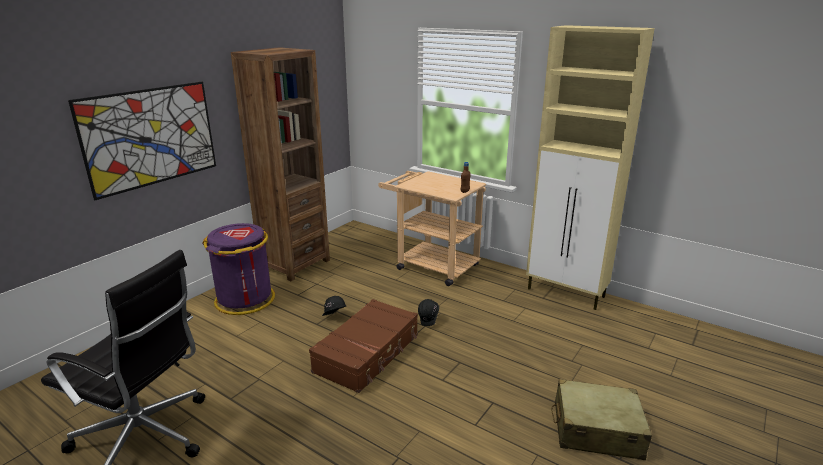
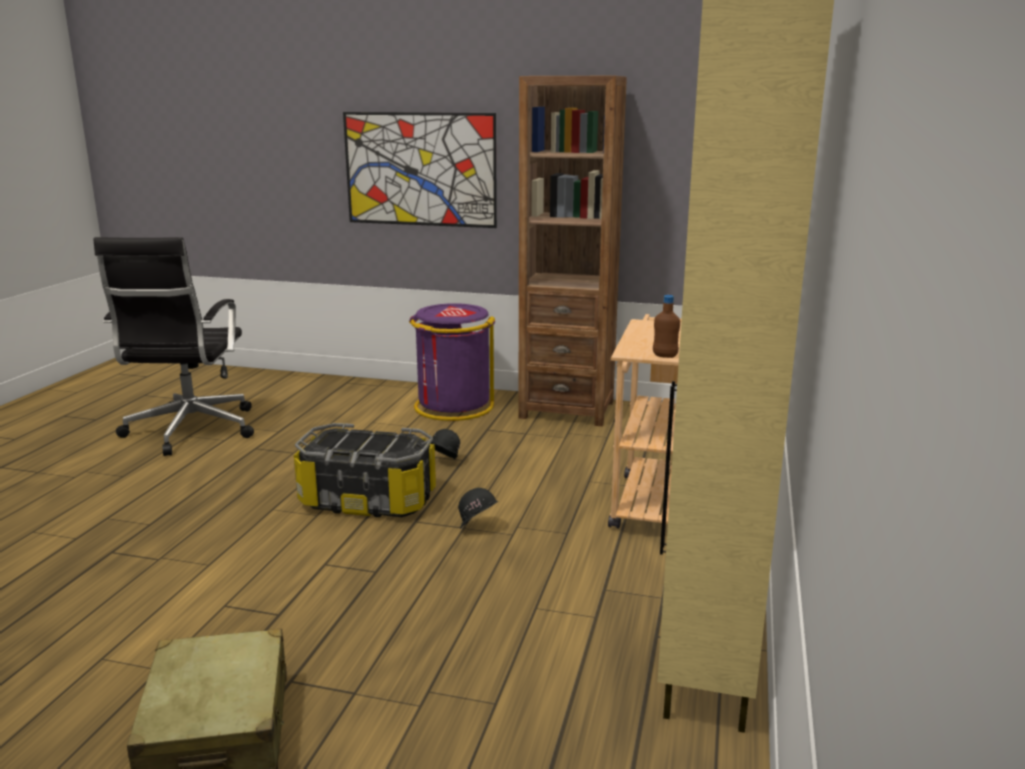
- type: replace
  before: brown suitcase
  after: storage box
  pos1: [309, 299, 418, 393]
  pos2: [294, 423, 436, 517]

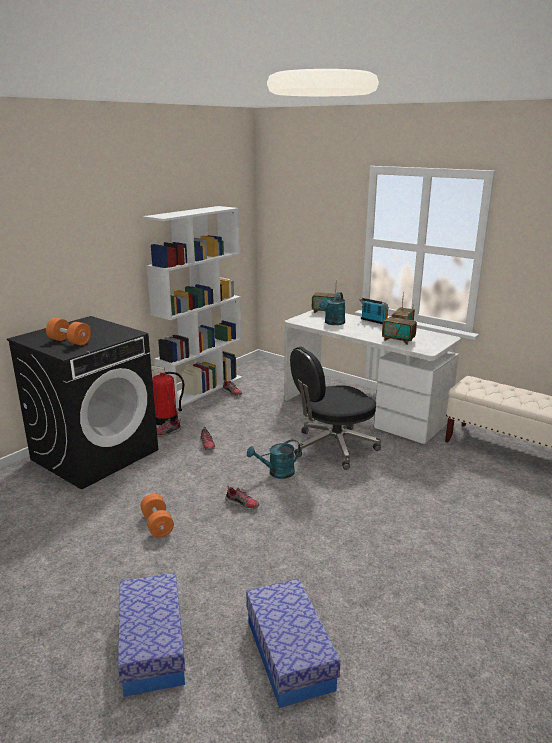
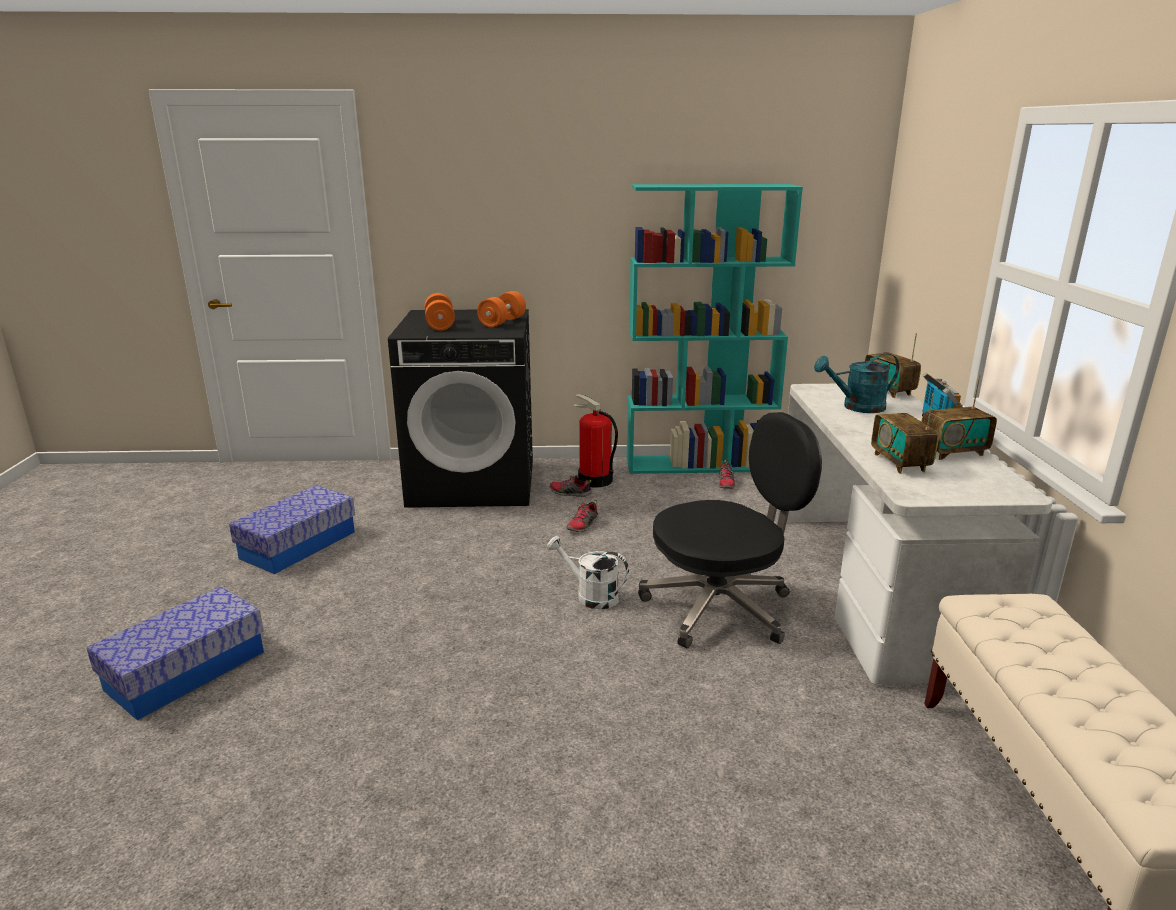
- type: delete
  before: shoe
  pos1: [225, 486, 260, 510]
- type: move
  before: orange dumbbell
  pos1: [140, 494, 174, 537]
  pos2: [477, 291, 526, 327]
- type: move
  before: storage box
  pos1: [246, 579, 341, 708]
  pos2: [229, 485, 355, 574]
- type: recolor
  before: white bookcase
  after: turquoise bookcase
  pos1: [142, 206, 243, 409]
  pos2: [626, 184, 803, 474]
- type: recolor
  before: turquoise watering can
  after: white watering can
  pos1: [247, 439, 301, 479]
  pos2: [547, 536, 629, 609]
- type: rotate
  before: black office chair
  pos1: [290, 347, 381, 470]
  pos2: [638, 412, 822, 648]
  turn: 135

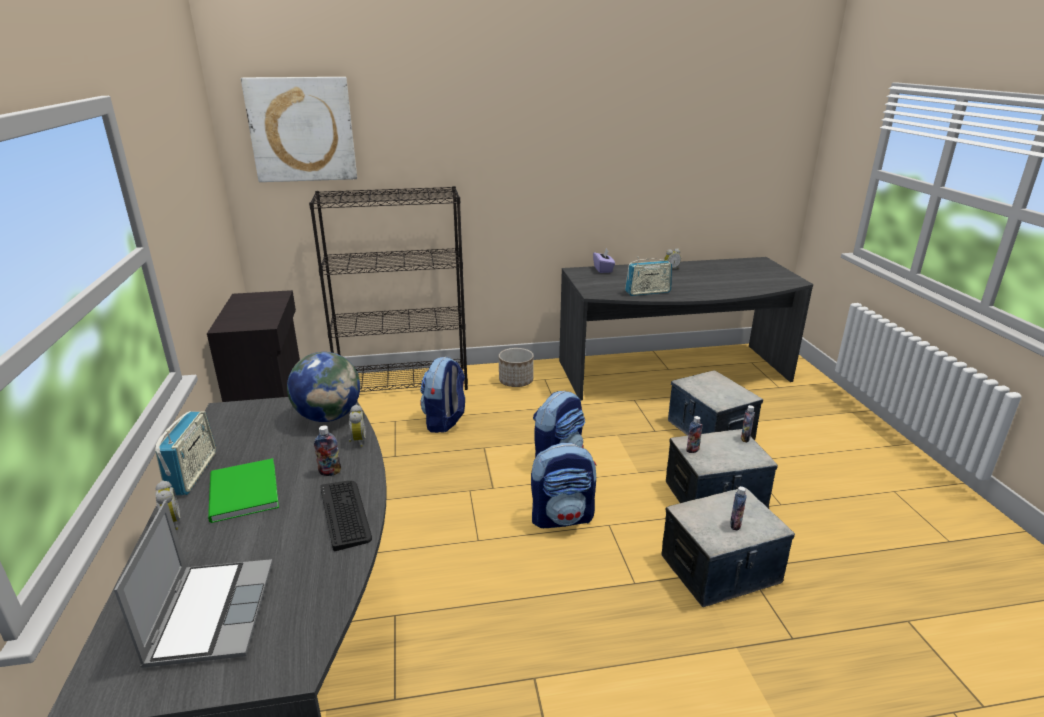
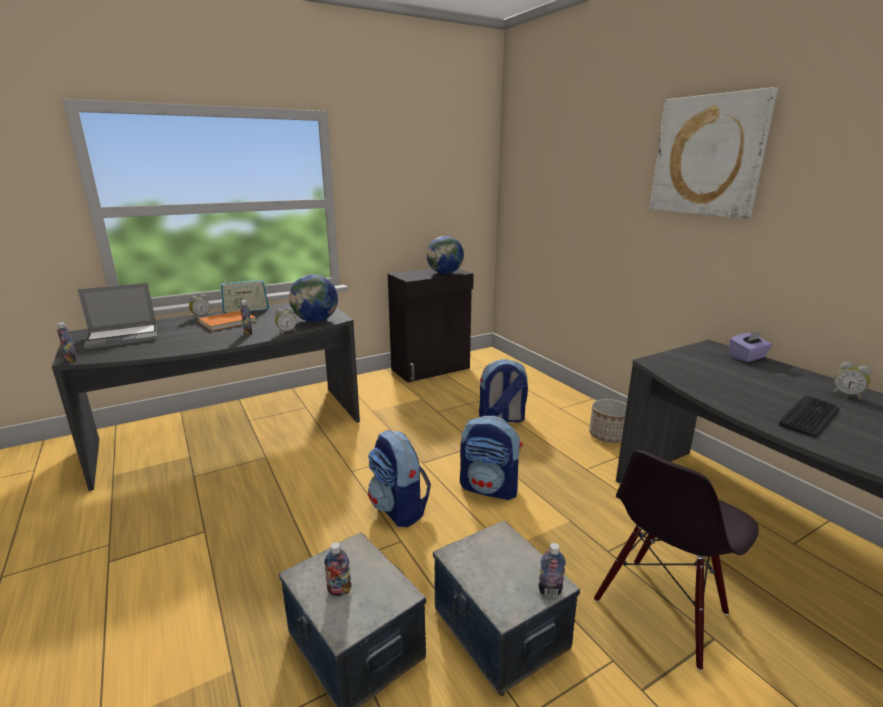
- type: delete
  before: black bookcase
  pos1: [309, 186, 468, 392]
- type: delete
  before: radio
  pos1: [625, 257, 672, 296]
- type: insert
  after: globe
  pos2: [427, 236, 464, 274]
- type: move
  before: picture
  pos1: [241, 77, 357, 182]
  pos2: [650, 87, 778, 219]
- type: move
  before: keyboard
  pos1: [320, 481, 372, 551]
  pos2: [779, 395, 839, 437]
- type: move
  before: bottle
  pos1: [686, 416, 703, 453]
  pos2: [57, 322, 77, 362]
- type: replace
  before: storage box
  after: black chair
  pos1: [668, 370, 763, 440]
  pos2: [594, 450, 759, 671]
- type: recolor
  before: green book
  after: orange book
  pos1: [208, 458, 279, 523]
  pos2: [199, 311, 257, 331]

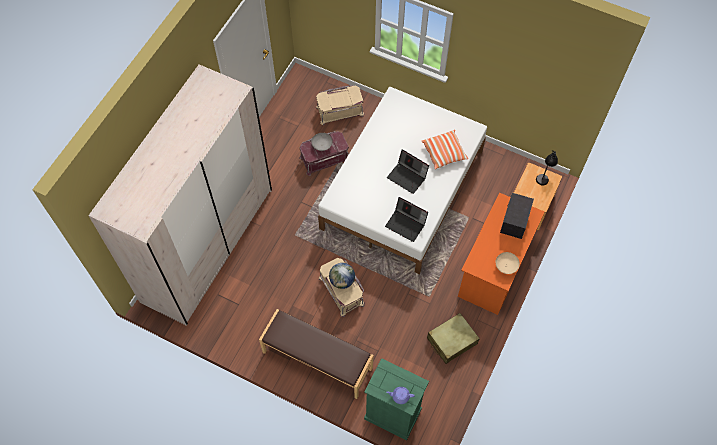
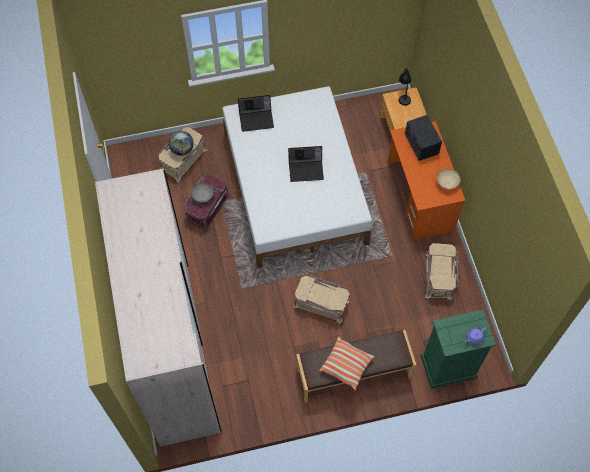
- type: move
  before: globe
  pos1: [329, 263, 355, 289]
  pos2: [169, 131, 194, 156]
- type: move
  before: laptop
  pos1: [385, 197, 428, 242]
  pos2: [238, 95, 274, 132]
- type: move
  before: pillow
  pos1: [421, 130, 468, 169]
  pos2: [319, 336, 375, 390]
- type: replace
  before: beige suitcase
  after: beige storage box
  pos1: [427, 313, 480, 364]
  pos2: [425, 243, 459, 302]

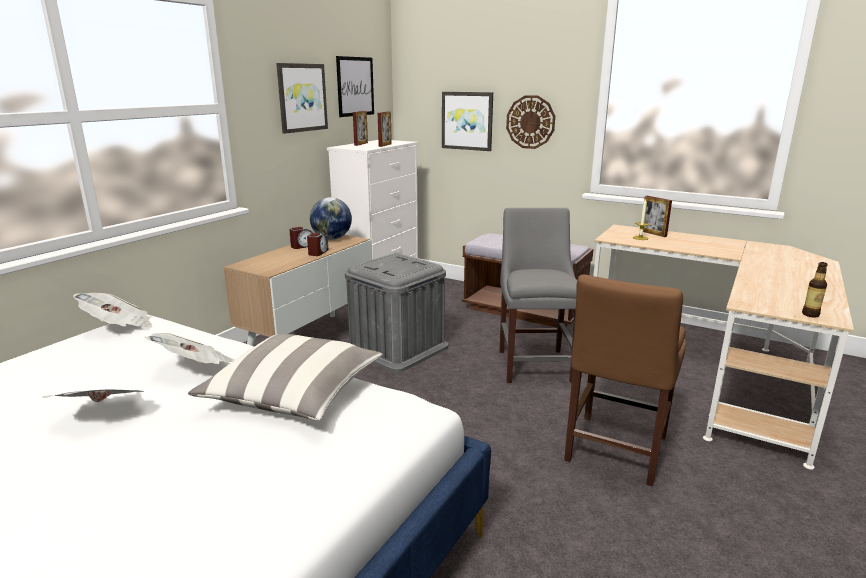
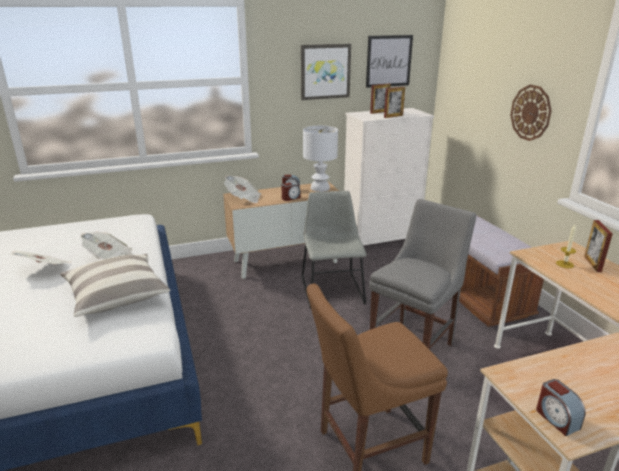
- type: delete
  before: picture
  pos1: [442, 92, 493, 151]
- type: move
  before: newspaper
  pos1: [73, 293, 152, 328]
  pos2: [224, 175, 261, 203]
- type: replace
  before: globe
  after: white table lamp
  pos1: [310, 197, 352, 240]
  pos2: [303, 126, 338, 192]
- type: replace
  before: grey storage box
  after: grey chair
  pos1: [345, 253, 448, 372]
  pos2: [301, 191, 367, 309]
- type: replace
  before: bottle
  after: alarm clock
  pos1: [802, 262, 828, 317]
  pos2: [536, 379, 586, 436]

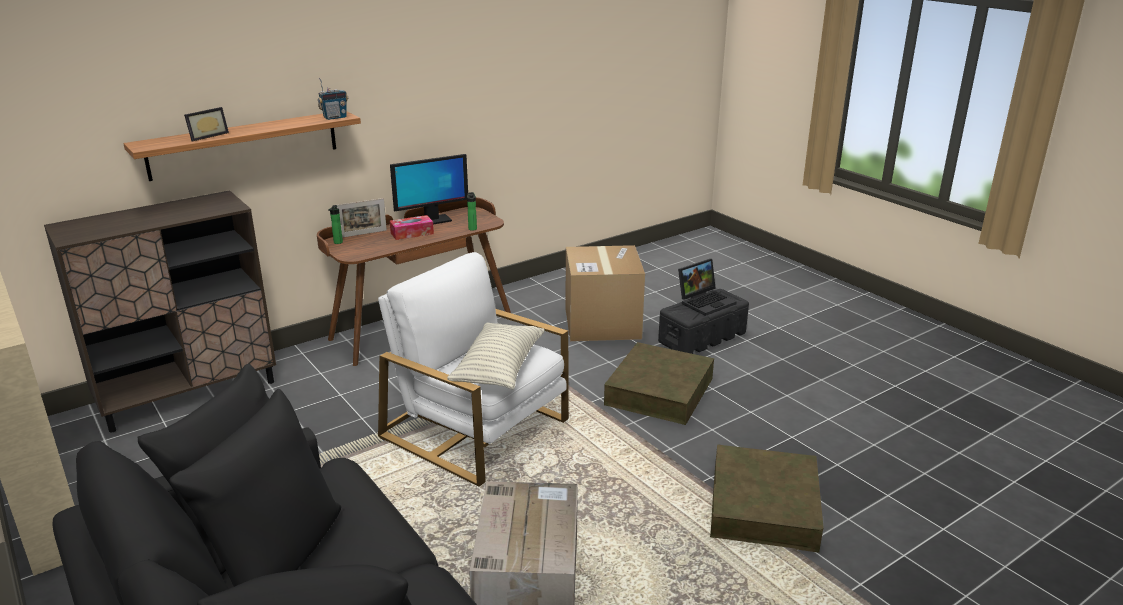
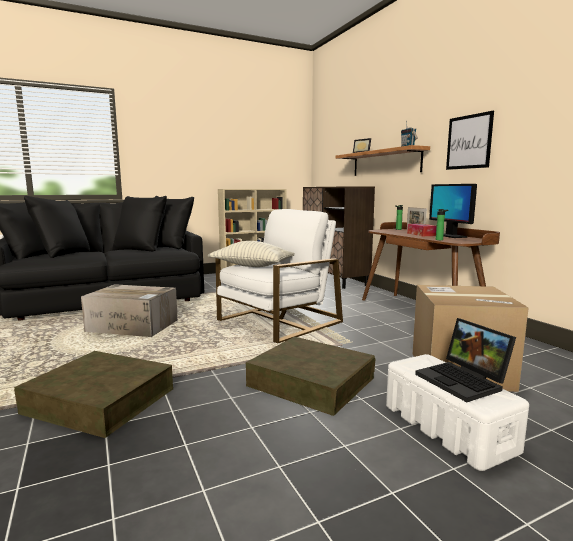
- type: insert
  after: picture
  pos2: [446, 111, 494, 170]
- type: recolor
  before: black storage box
  after: white storage box
  pos1: [658, 289, 749, 354]
  pos2: [386, 354, 529, 471]

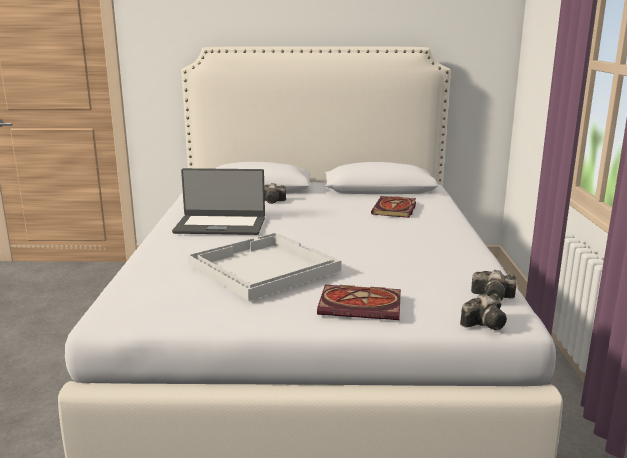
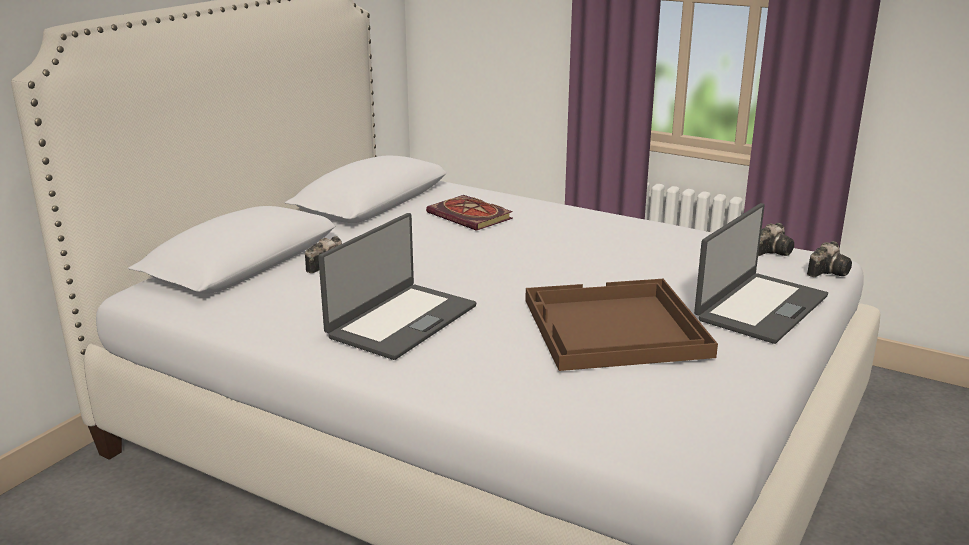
- type: replace
  before: book
  after: laptop
  pos1: [317, 285, 401, 320]
  pos2: [694, 203, 828, 344]
- type: recolor
  before: white tray
  after: brown tray
  pos1: [188, 233, 341, 301]
  pos2: [525, 279, 718, 371]
- type: rotate
  before: photo camera
  pos1: [460, 293, 507, 330]
  pos2: [807, 241, 852, 277]
  turn: 45

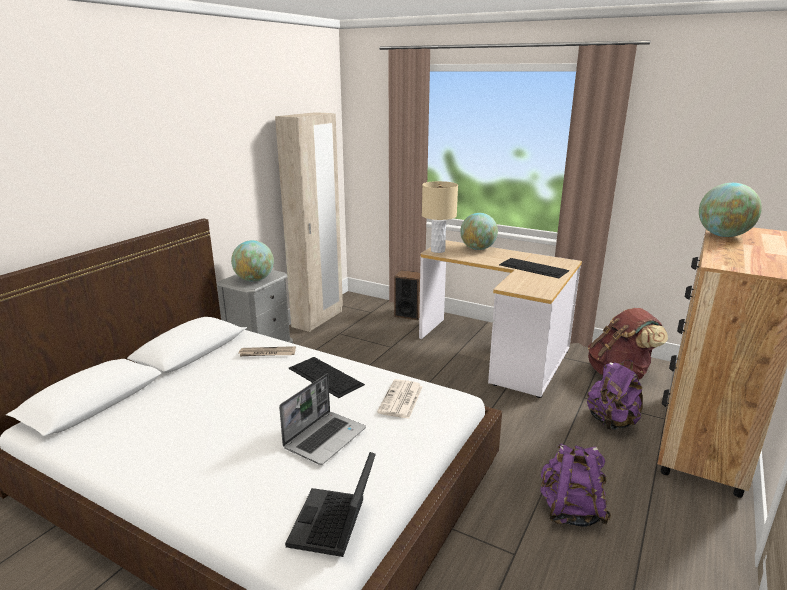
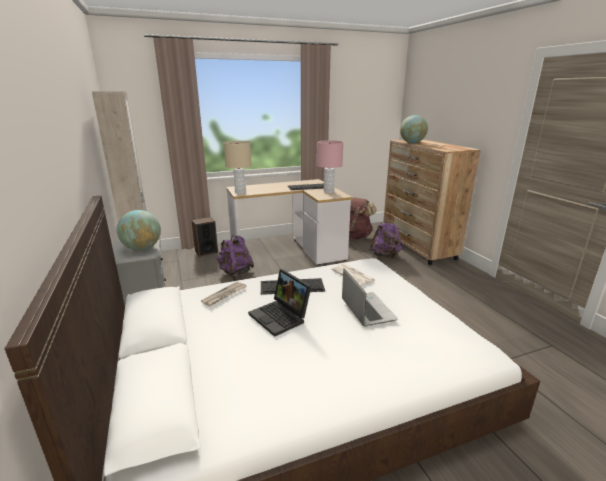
- type: delete
  before: globe
  pos1: [460, 213, 498, 250]
- type: insert
  after: pink table lamp
  pos2: [317, 140, 343, 193]
- type: move
  before: laptop
  pos1: [285, 452, 376, 557]
  pos2: [248, 269, 311, 337]
- type: move
  before: purple backpack
  pos1: [540, 443, 611, 527]
  pos2: [217, 235, 254, 277]

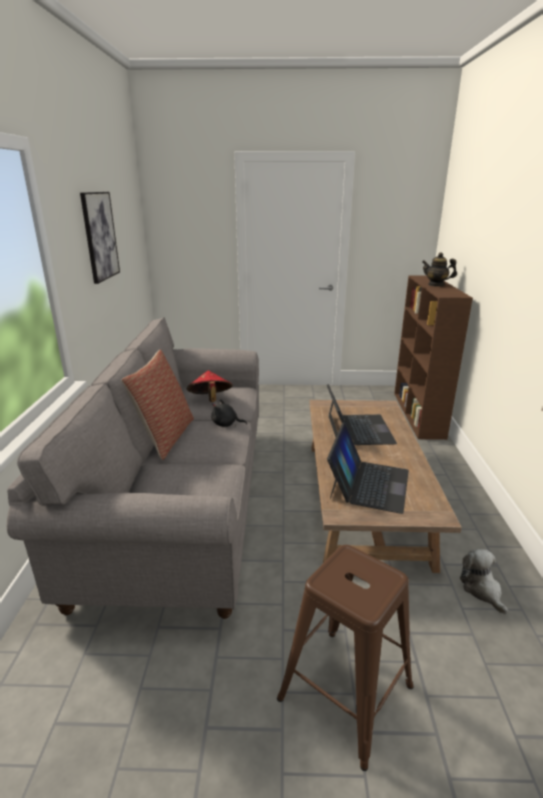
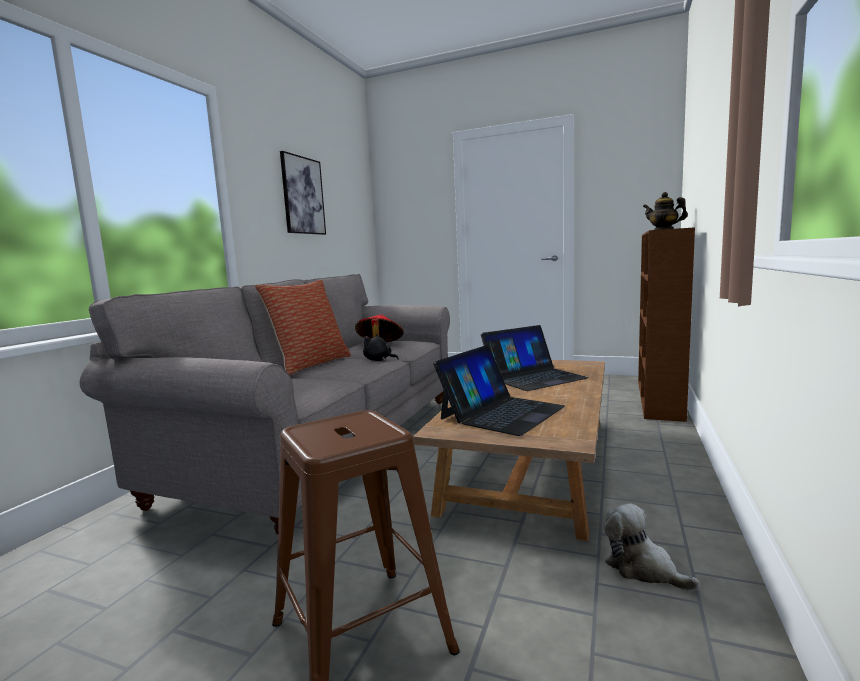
- type: rotate
  before: laptop
  pos1: [327, 384, 397, 445]
  pos2: [481, 325, 589, 391]
  turn: 45
- type: rotate
  before: plush toy
  pos1: [460, 549, 508, 614]
  pos2: [604, 504, 700, 591]
  turn: -45

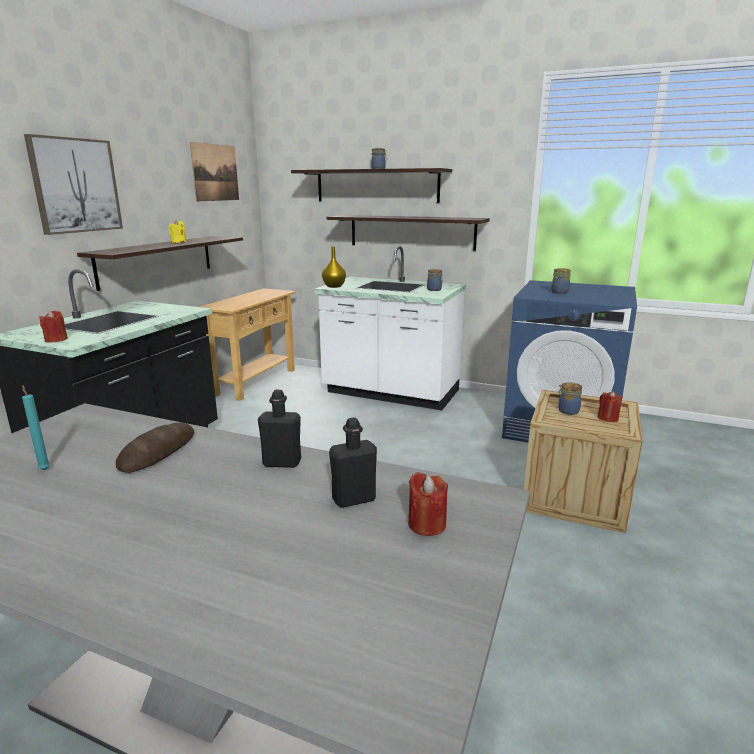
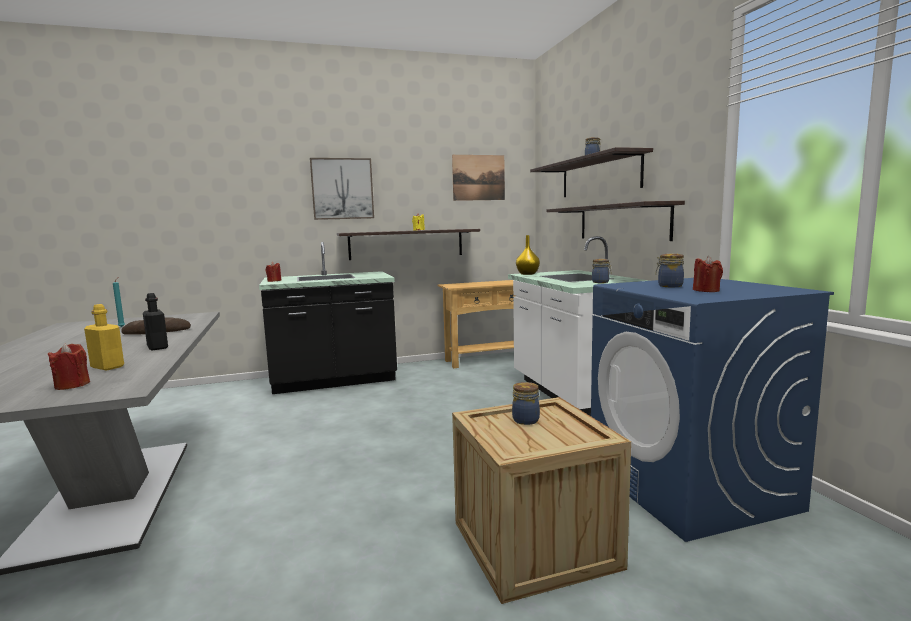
- type: move
  before: red candle
  pos1: [597, 391, 623, 422]
  pos2: [693, 256, 723, 292]
- type: recolor
  before: black bottle
  after: yellow bottle
  pos1: [329, 418, 377, 508]
  pos2: [84, 304, 124, 371]

